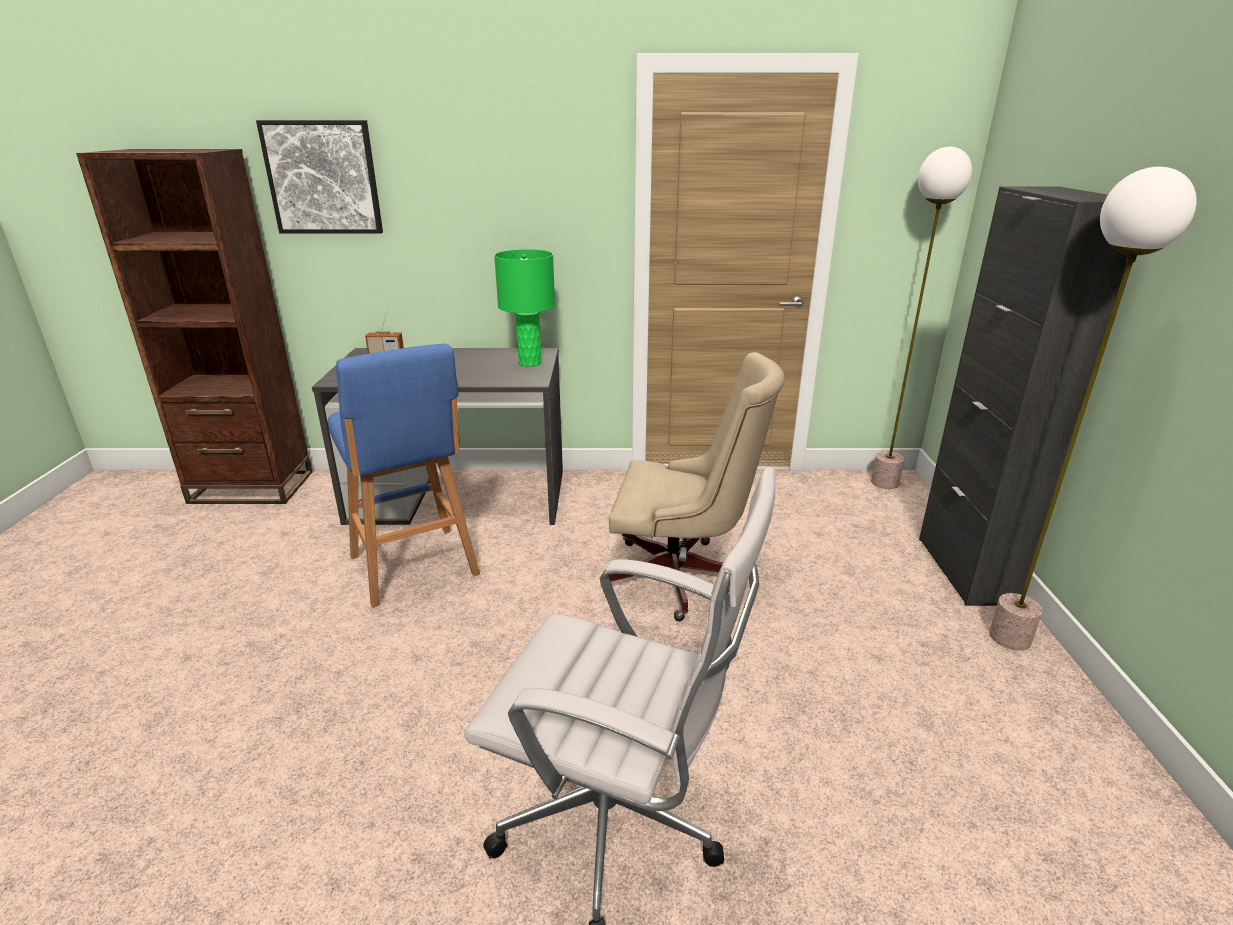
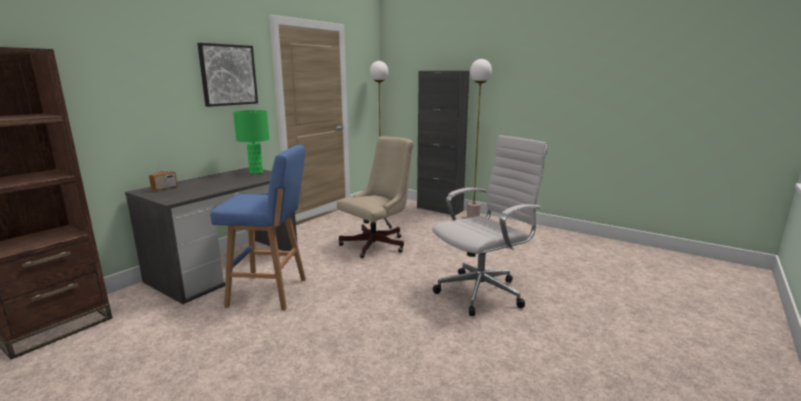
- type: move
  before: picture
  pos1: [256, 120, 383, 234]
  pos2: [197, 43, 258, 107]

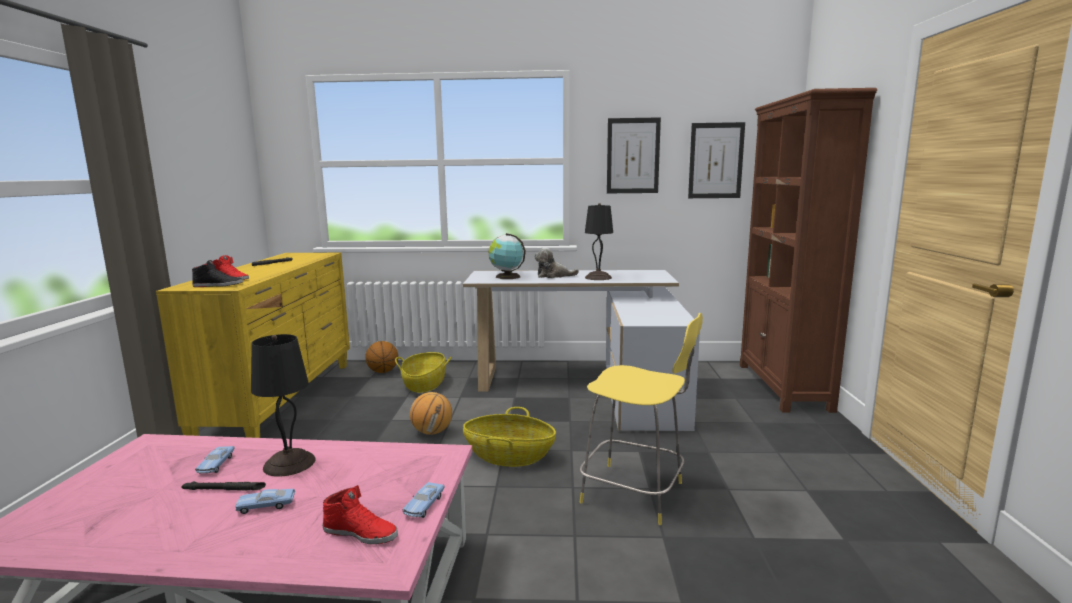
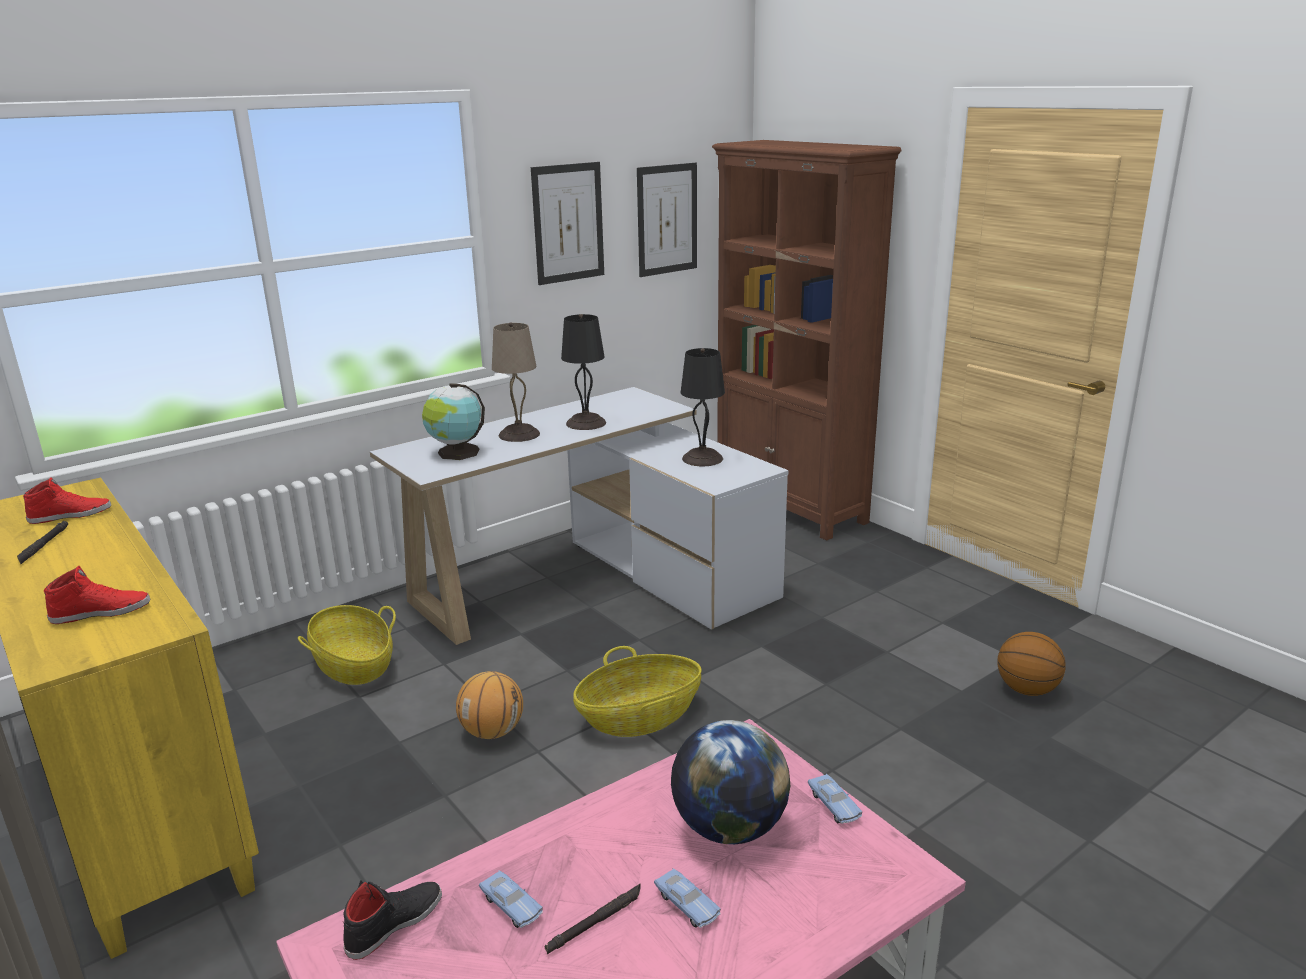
- type: delete
  before: yellow stool
  pos1: [579, 313, 703, 525]
- type: insert
  after: globe
  pos2: [671, 720, 790, 844]
- type: move
  before: black shoe
  pos1: [192, 260, 243, 287]
  pos2: [343, 881, 442, 960]
- type: move
  before: black table lamp
  pos1: [251, 334, 316, 477]
  pos2: [681, 348, 725, 466]
- type: move
  before: red shoe
  pos1: [322, 485, 398, 544]
  pos2: [23, 477, 111, 524]
- type: move
  before: basketball
  pos1: [365, 341, 398, 373]
  pos2: [997, 632, 1066, 696]
- type: replace
  before: plush toy
  after: beige table lamp
  pos1: [535, 247, 579, 278]
  pos2: [492, 322, 540, 442]
- type: rotate
  before: blue toy car
  pos1: [235, 489, 295, 514]
  pos2: [654, 868, 721, 928]
  turn: -75

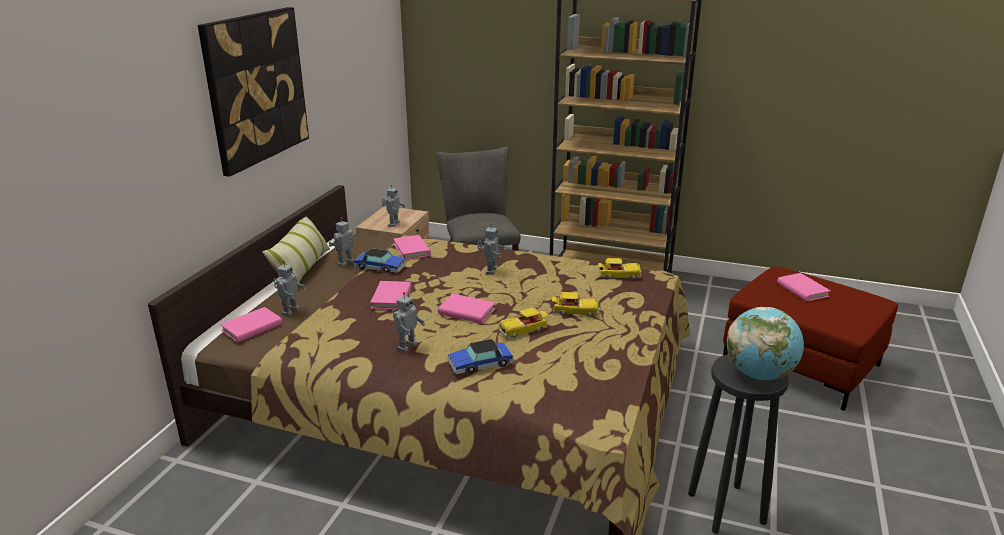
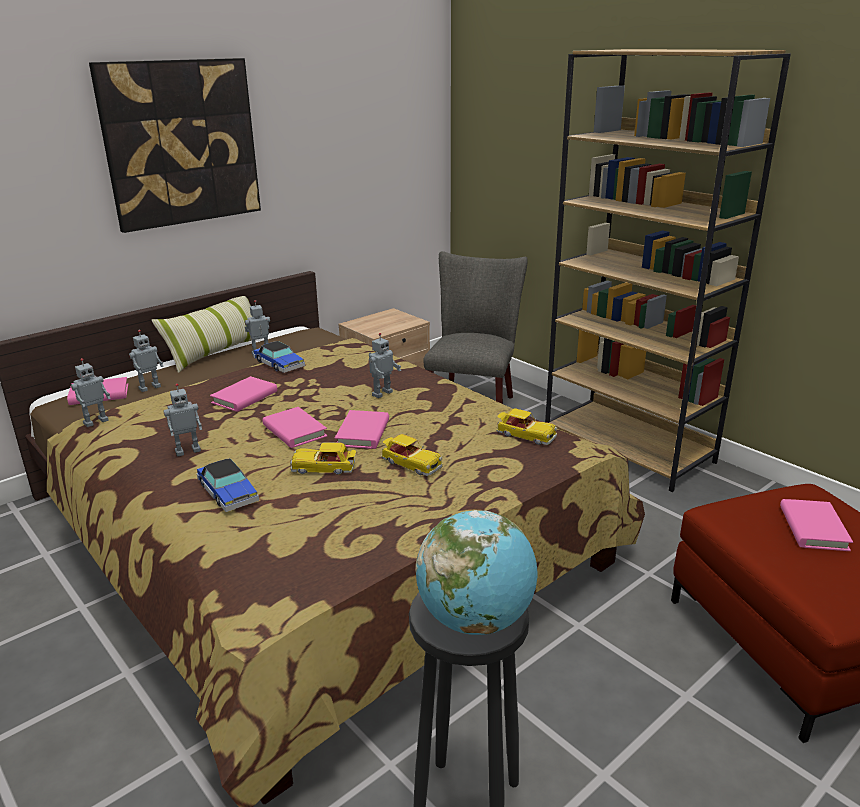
- type: move
  before: toy robot
  pos1: [382, 184, 405, 227]
  pos2: [71, 358, 111, 427]
- type: move
  before: pink book
  pos1: [394, 235, 431, 260]
  pos2: [335, 410, 389, 449]
- type: rotate
  before: toy car
  pos1: [448, 339, 514, 374]
  pos2: [197, 458, 259, 512]
  turn: -135

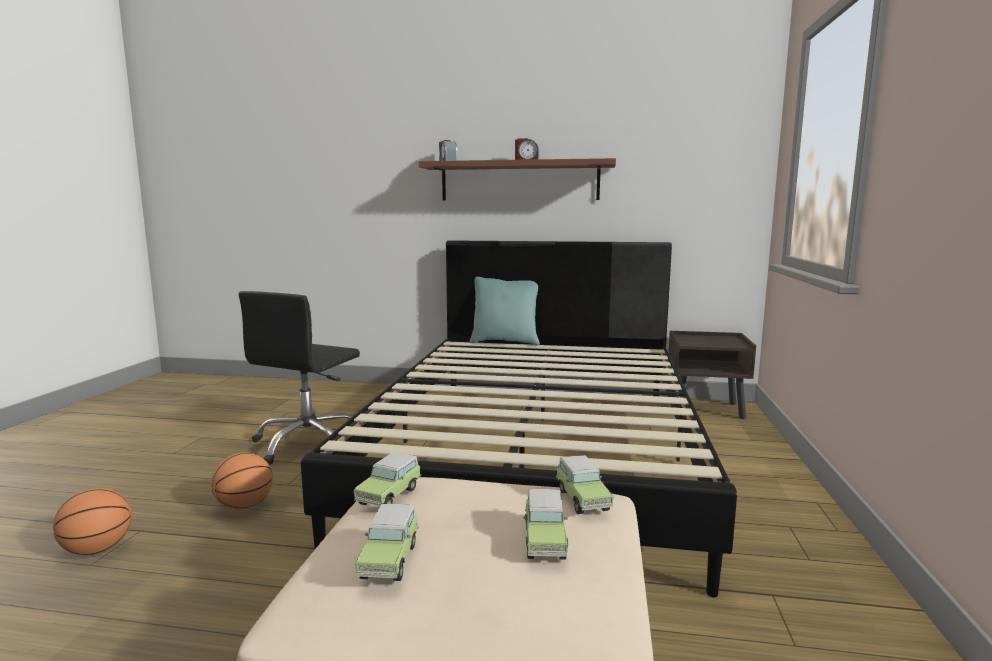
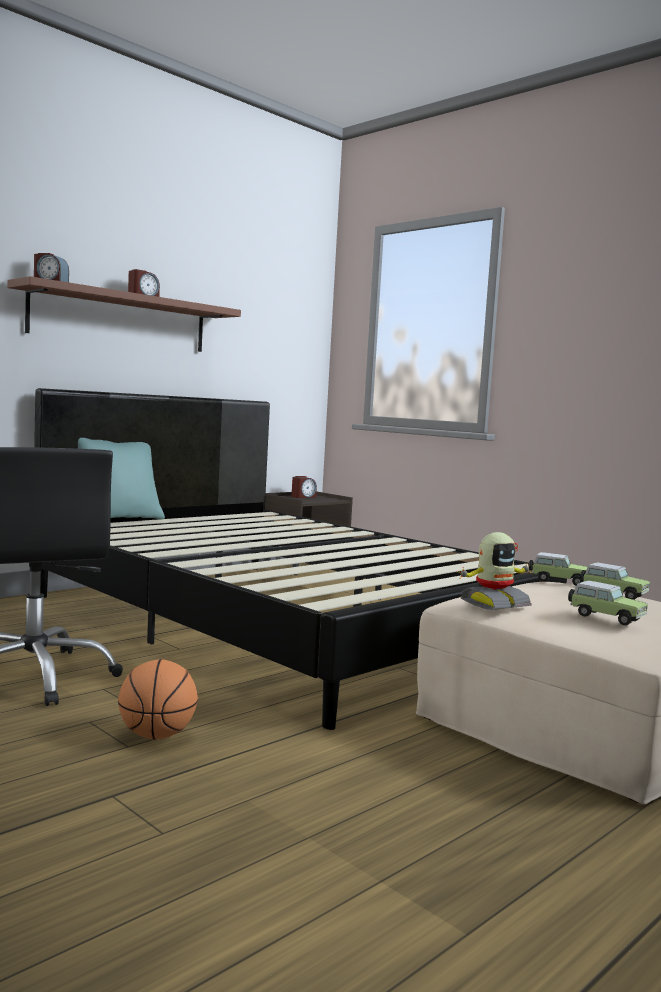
- type: delete
  before: basketball
  pos1: [53, 488, 132, 555]
- type: insert
  after: alarm clock
  pos2: [292, 476, 317, 498]
- type: replace
  before: toy car
  after: toy robot
  pos1: [354, 452, 421, 506]
  pos2: [456, 532, 532, 610]

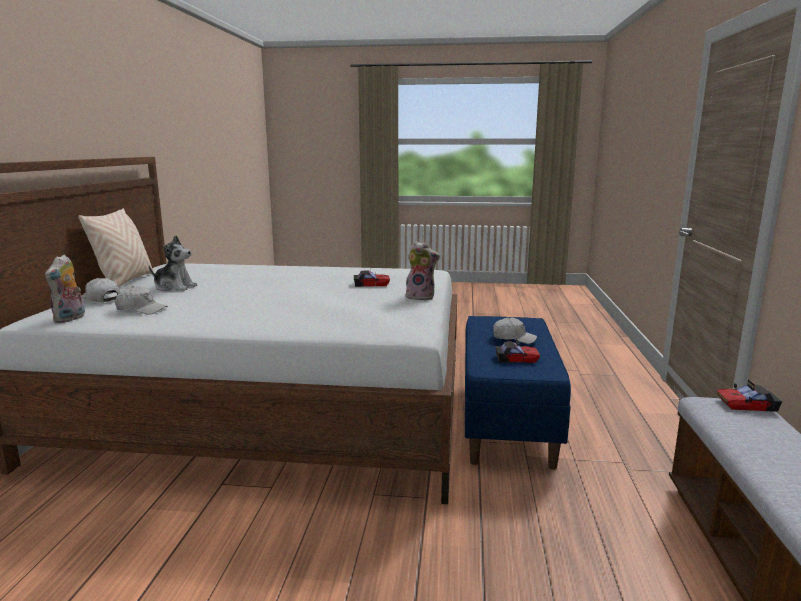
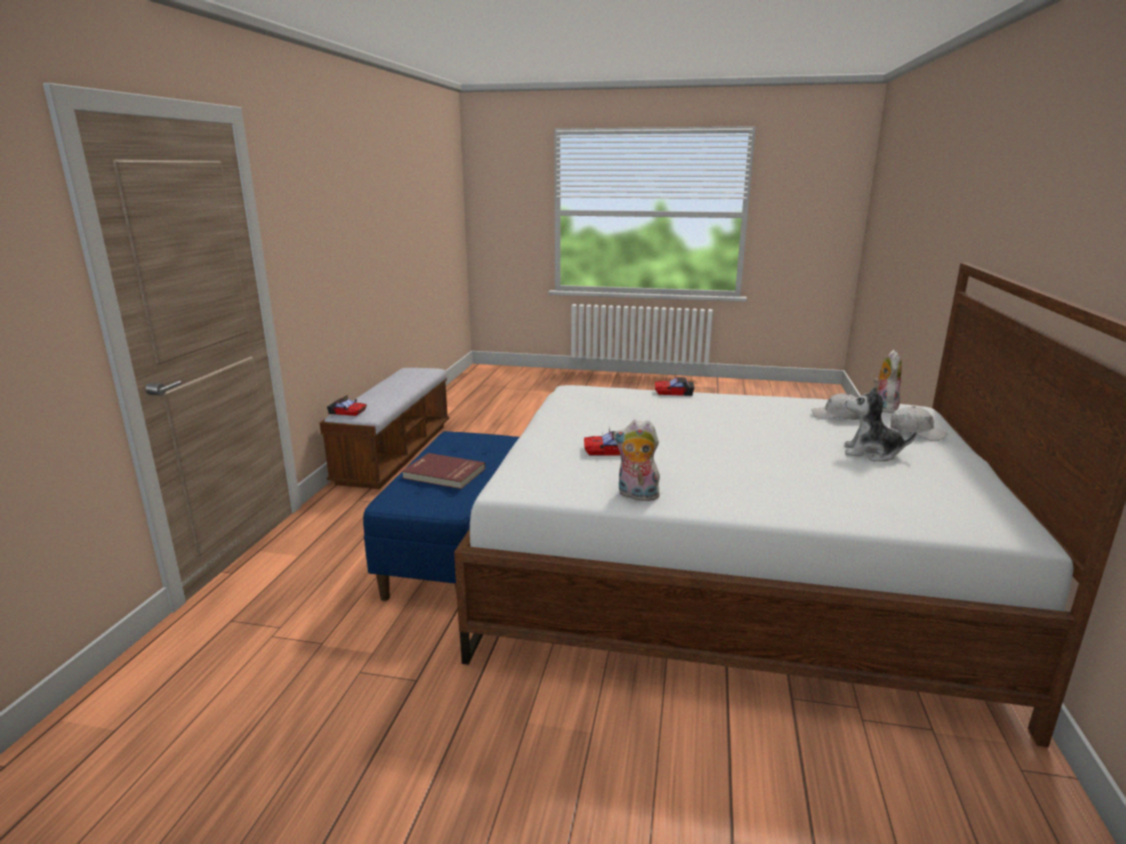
- type: delete
  before: beige pillow
  pos1: [78, 208, 153, 287]
- type: move
  before: plush toy
  pos1: [405, 241, 440, 301]
  pos2: [613, 419, 660, 501]
- type: move
  before: toy car
  pos1: [495, 338, 540, 362]
  pos2: [655, 374, 694, 396]
- type: replace
  before: white cap
  after: red book
  pos1: [493, 317, 537, 344]
  pos2: [402, 453, 485, 489]

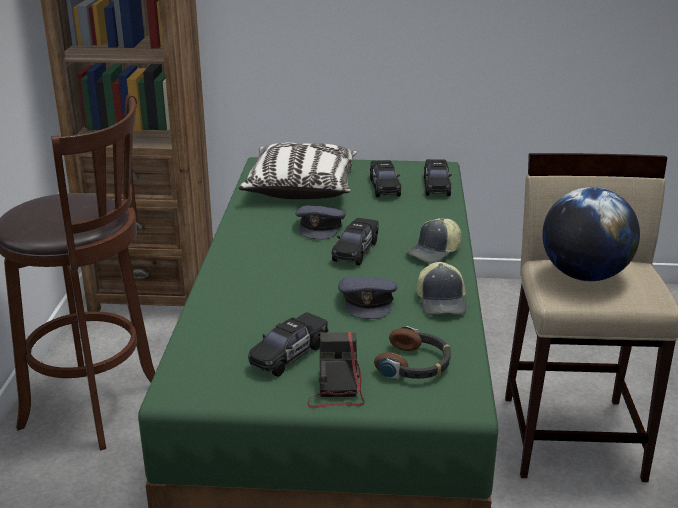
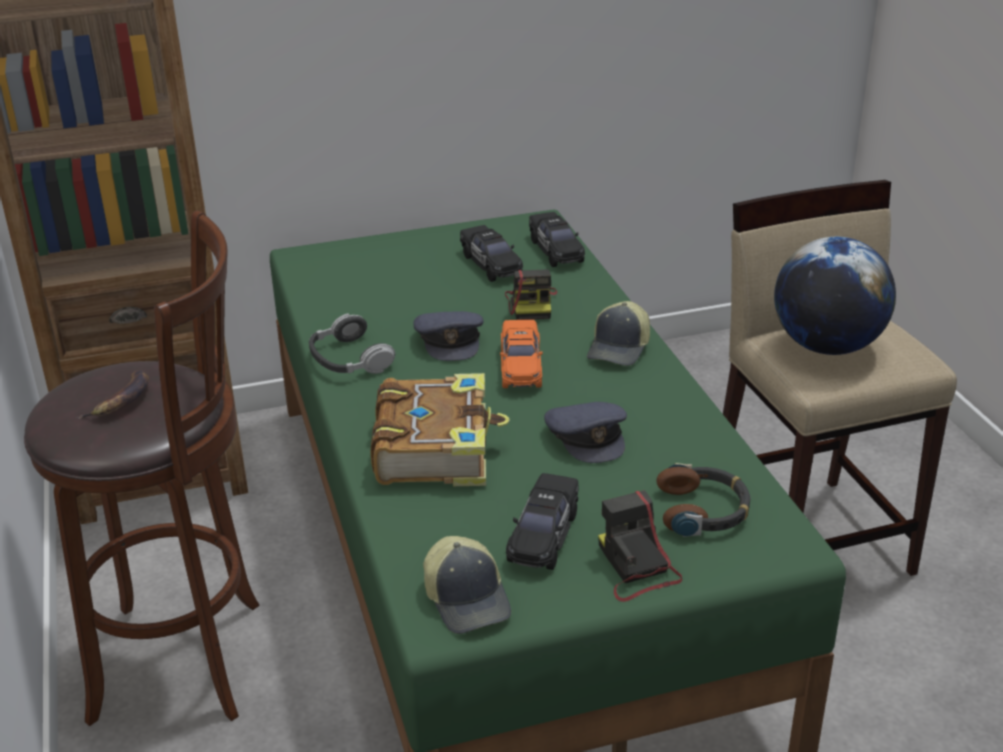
- type: delete
  before: pillow
  pos1: [239, 143, 357, 199]
- type: insert
  after: banana
  pos2: [76, 370, 149, 419]
- type: insert
  after: headphones
  pos2: [309, 313, 396, 374]
- type: insert
  after: book
  pos2: [371, 373, 510, 486]
- type: insert
  after: photo camera
  pos2: [505, 269, 557, 320]
- type: move
  before: cap
  pos1: [417, 262, 466, 315]
  pos2: [423, 536, 511, 634]
- type: recolor
  before: black toy car
  after: orange toy car
  pos1: [332, 218, 379, 265]
  pos2: [500, 320, 543, 388]

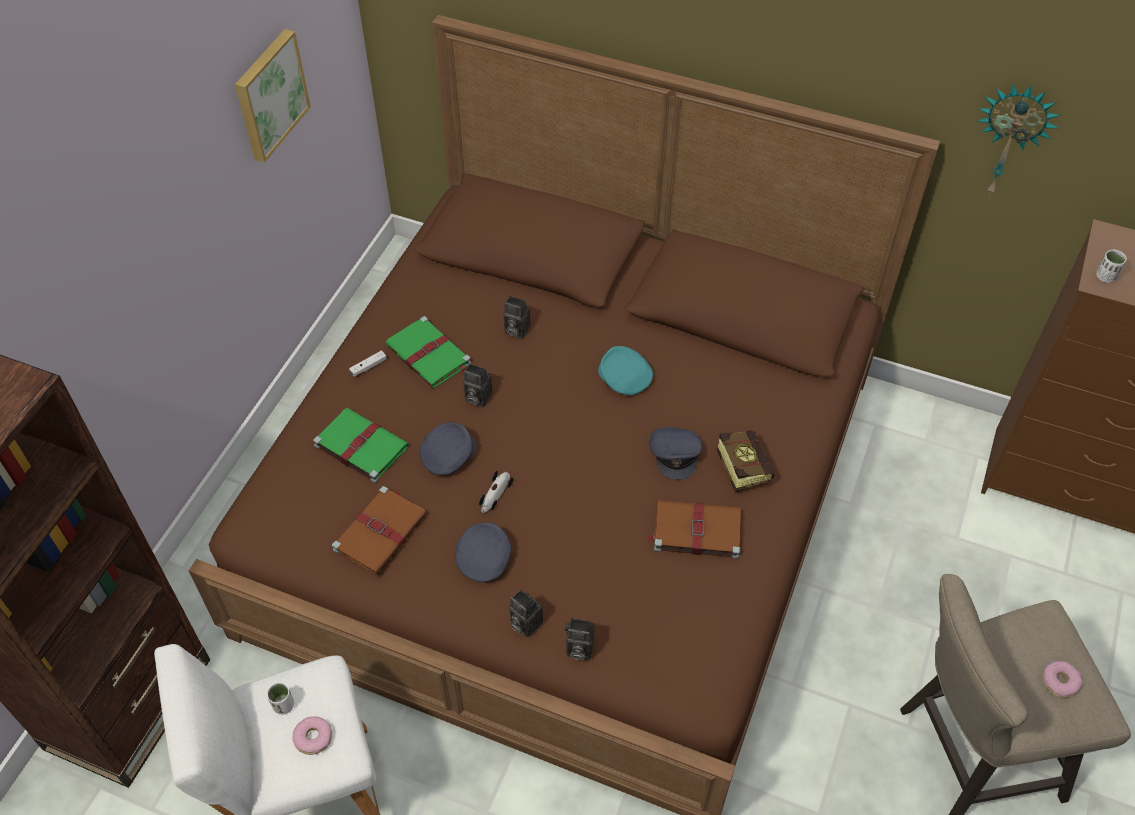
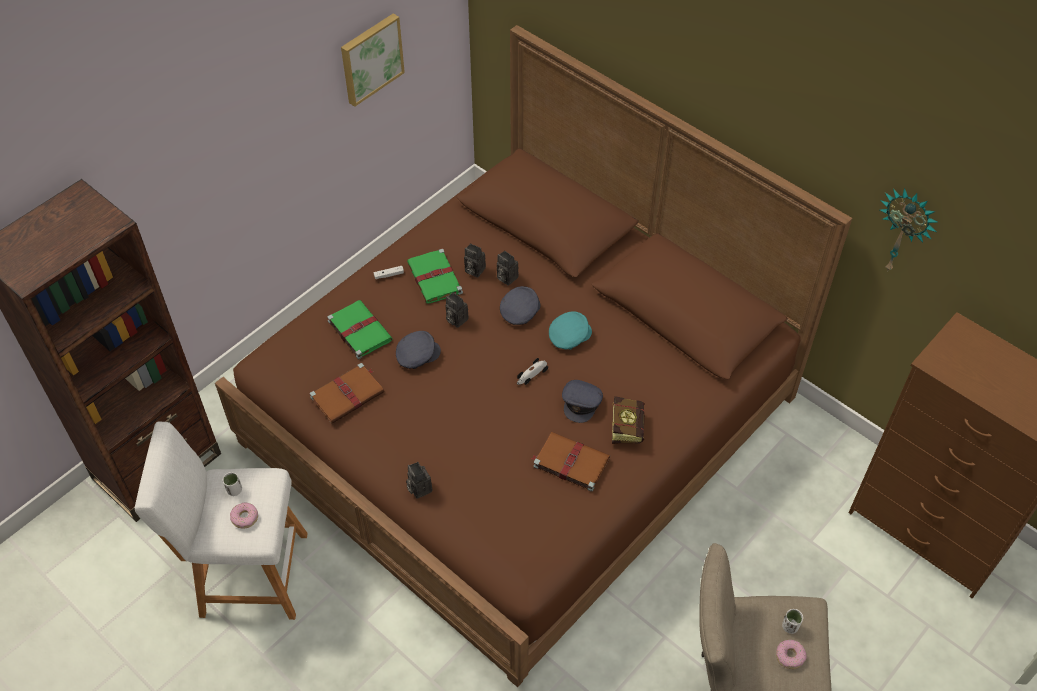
- type: move
  before: grey cap
  pos1: [455, 523, 511, 583]
  pos2: [500, 286, 540, 325]
- type: move
  before: toy car
  pos1: [479, 471, 513, 513]
  pos2: [517, 358, 548, 385]
- type: move
  before: photo camera
  pos1: [565, 618, 595, 661]
  pos2: [464, 243, 486, 278]
- type: move
  before: white cup
  pos1: [1096, 249, 1127, 283]
  pos2: [782, 609, 803, 634]
- type: rotate
  before: turquoise cap
  pos1: [598, 346, 653, 395]
  pos2: [549, 311, 592, 350]
  turn: 75

